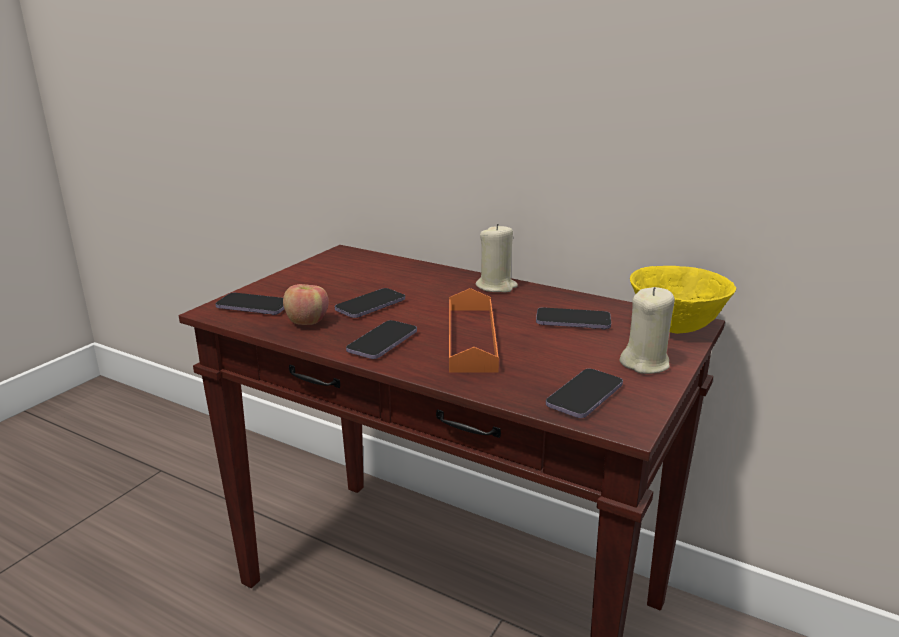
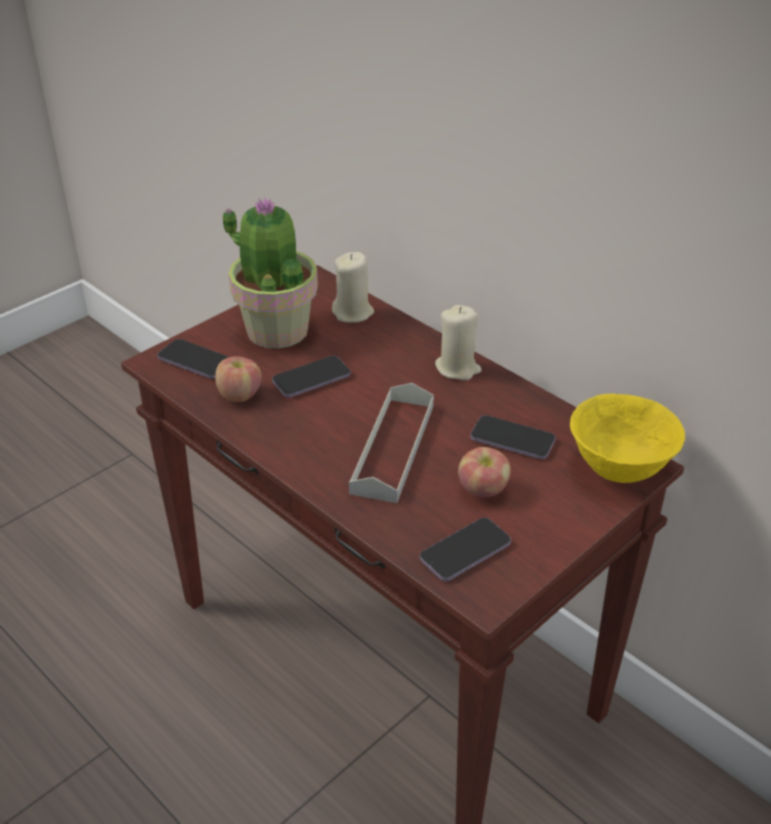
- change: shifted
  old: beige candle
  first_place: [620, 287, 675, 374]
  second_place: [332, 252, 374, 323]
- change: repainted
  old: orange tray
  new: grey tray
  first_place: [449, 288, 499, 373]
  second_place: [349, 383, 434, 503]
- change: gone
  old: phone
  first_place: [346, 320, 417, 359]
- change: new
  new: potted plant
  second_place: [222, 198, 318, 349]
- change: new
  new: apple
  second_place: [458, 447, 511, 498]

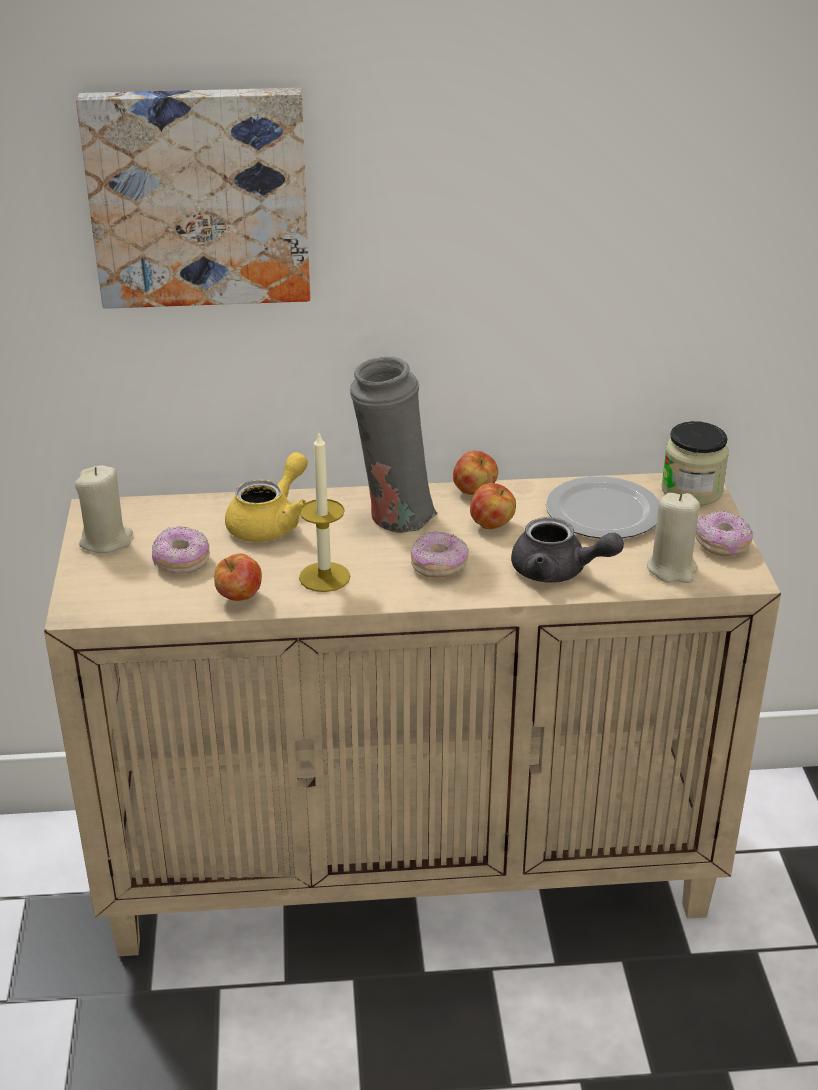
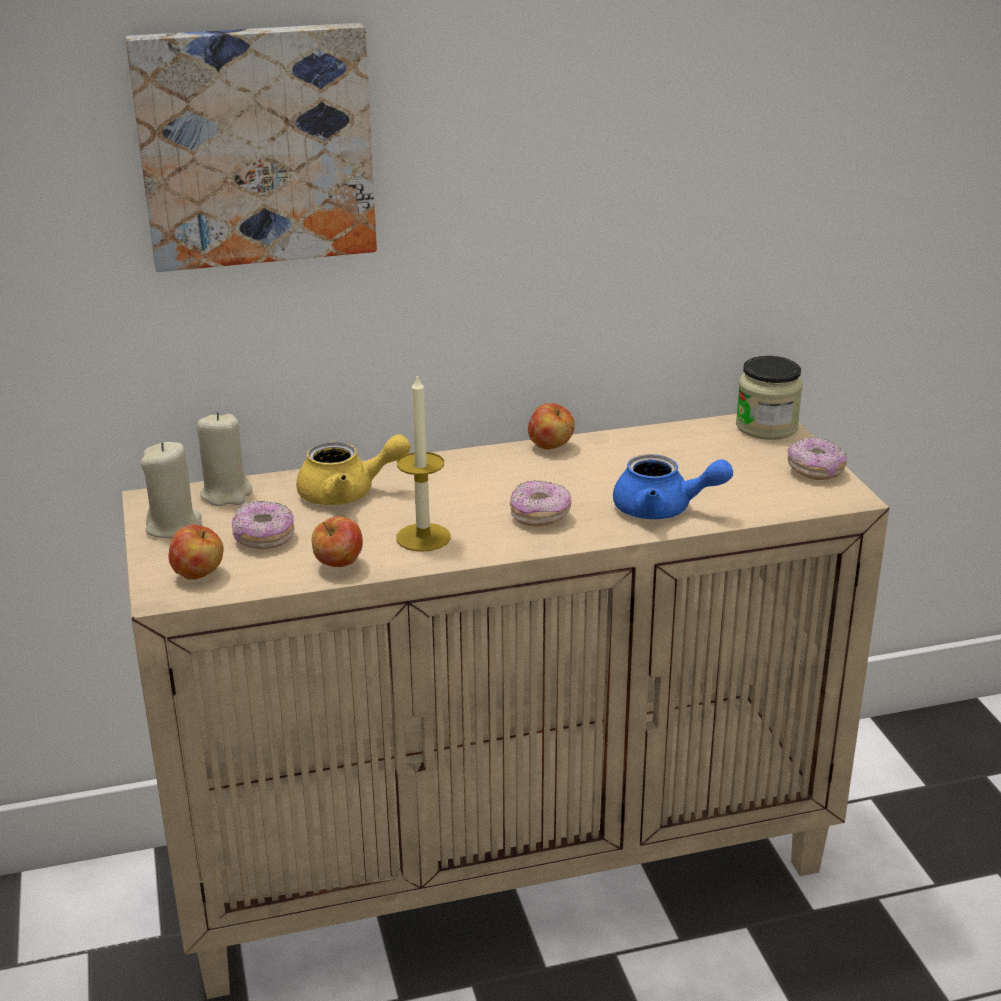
- change: gone
  old: grey vase
  first_place: [350, 357, 437, 533]
- change: rotated
  old: yellow teapot
  first_place: [225, 452, 308, 542]
  second_place: [296, 434, 411, 505]
  degrees: 60
- change: gone
  old: plate
  first_place: [546, 476, 659, 538]
- change: shifted
  old: apple
  first_place: [470, 483, 516, 529]
  second_place: [169, 525, 223, 580]
- change: shifted
  old: beige candle
  first_place: [647, 493, 700, 583]
  second_place: [197, 412, 252, 506]
- change: repainted
  old: grey teapot
  new: blue teapot
  first_place: [511, 517, 624, 583]
  second_place: [613, 454, 733, 519]

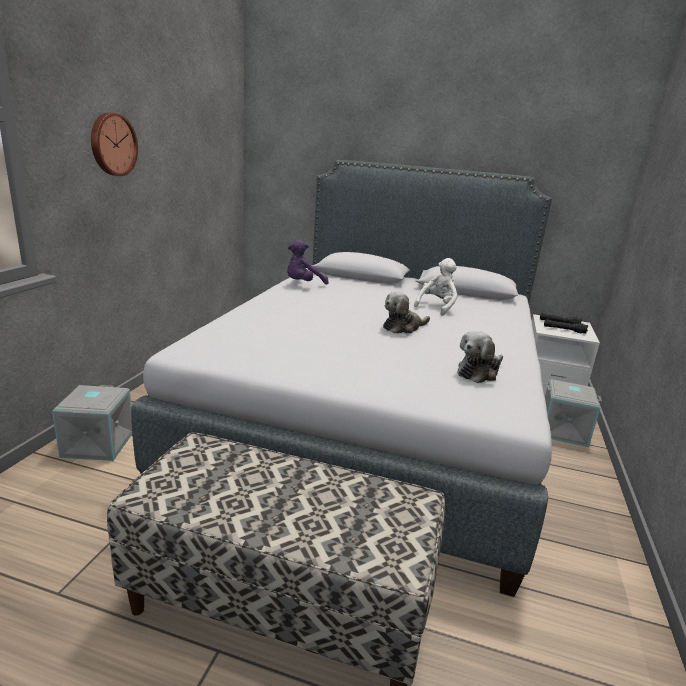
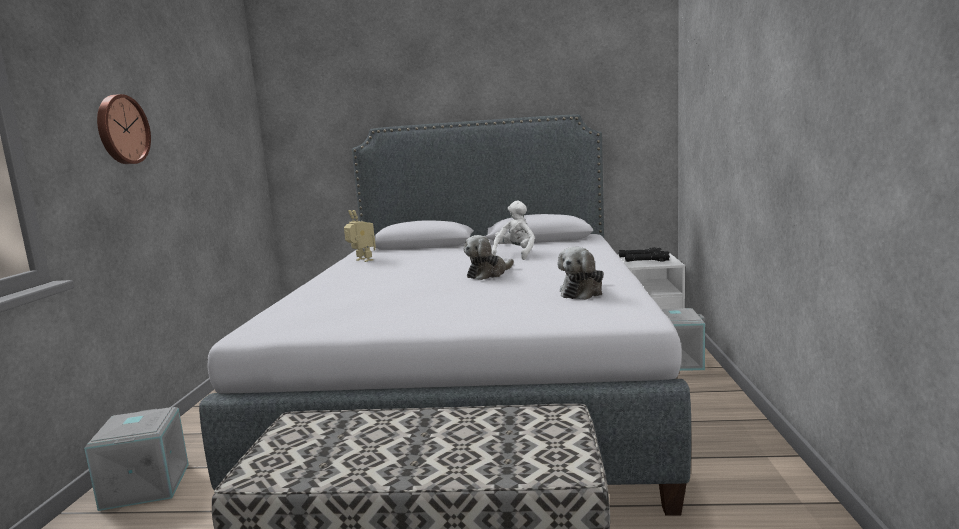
- change: swapped
  old: purple plush toy
  new: toy robot
  first_place: [287, 240, 329, 285]
  second_place: [344, 210, 376, 262]

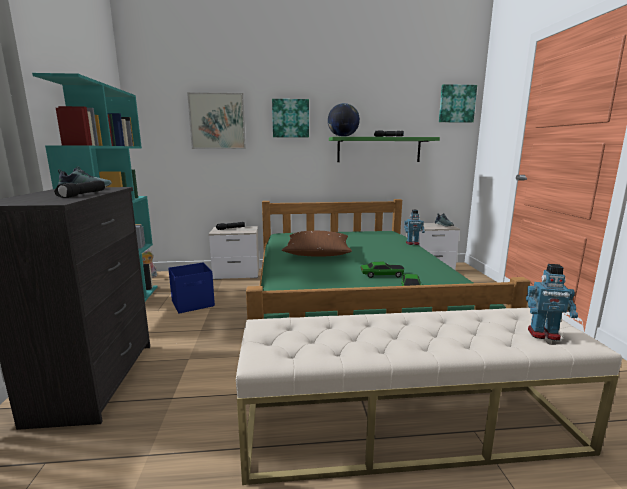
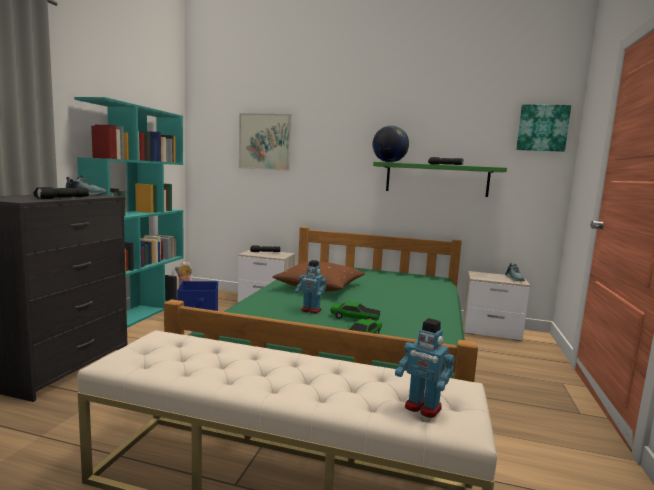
- change: gone
  old: picture
  first_place: [272, 99, 309, 137]
- change: shifted
  old: toy robot
  first_place: [404, 210, 425, 245]
  second_place: [295, 260, 327, 314]

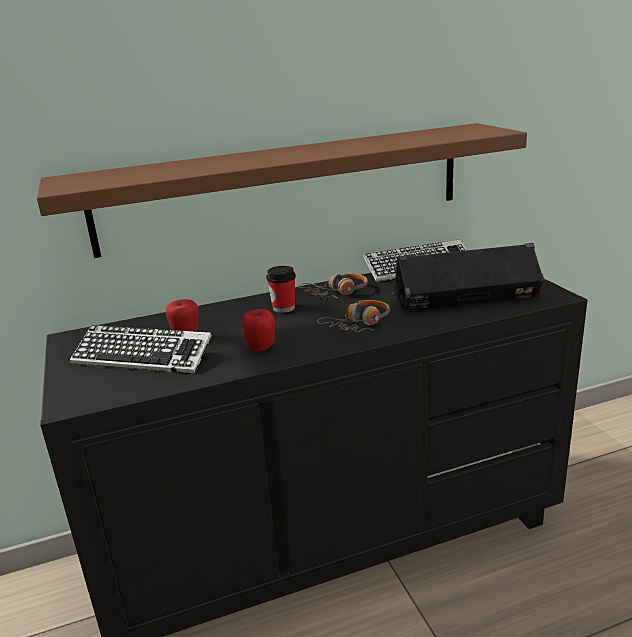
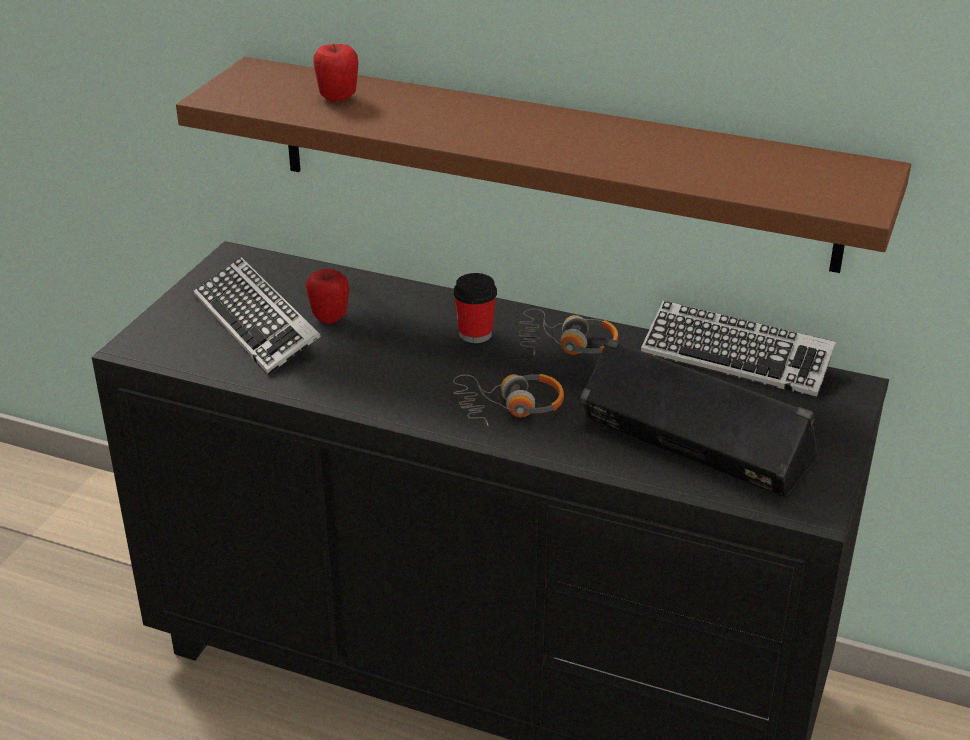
- change: shifted
  old: apple
  first_place: [242, 309, 275, 352]
  second_place: [313, 44, 359, 102]

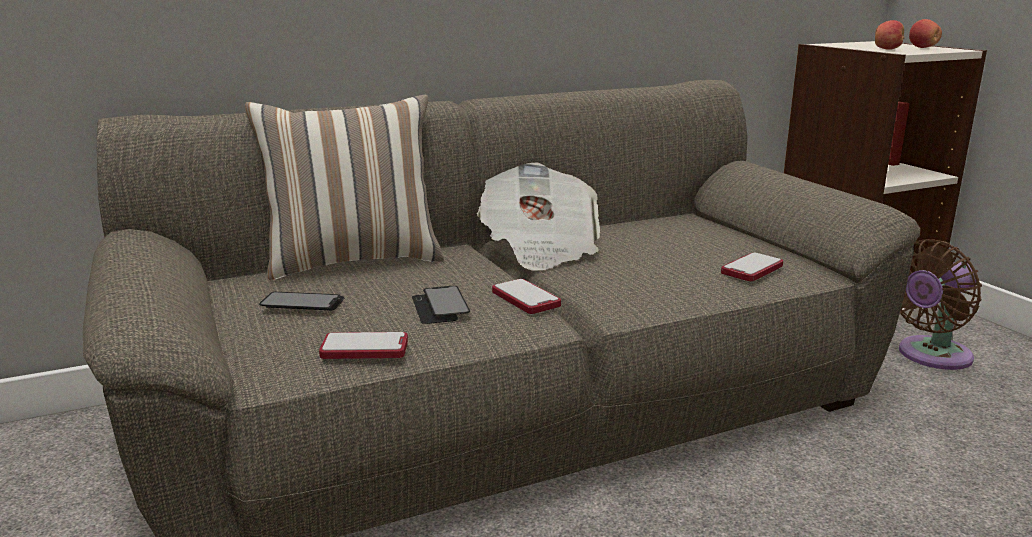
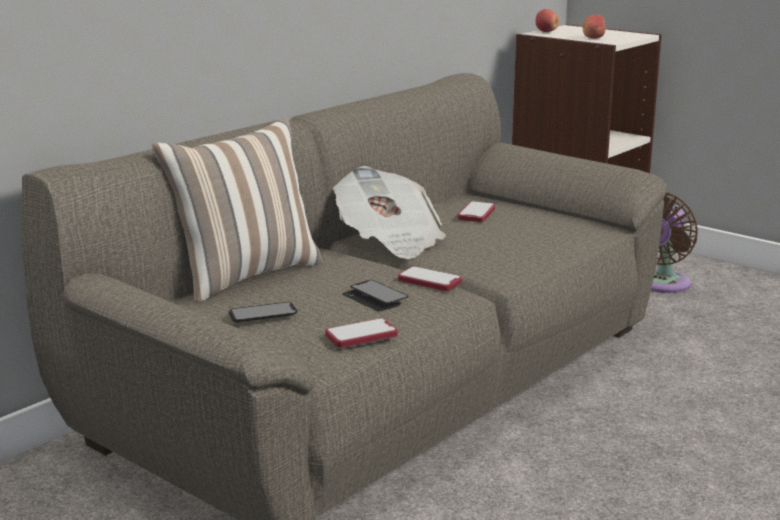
- change: shifted
  old: apple
  first_place: [909, 19, 942, 48]
  second_place: [535, 9, 559, 32]
- change: shifted
  old: phone
  first_place: [721, 253, 783, 281]
  second_place: [457, 201, 495, 222]

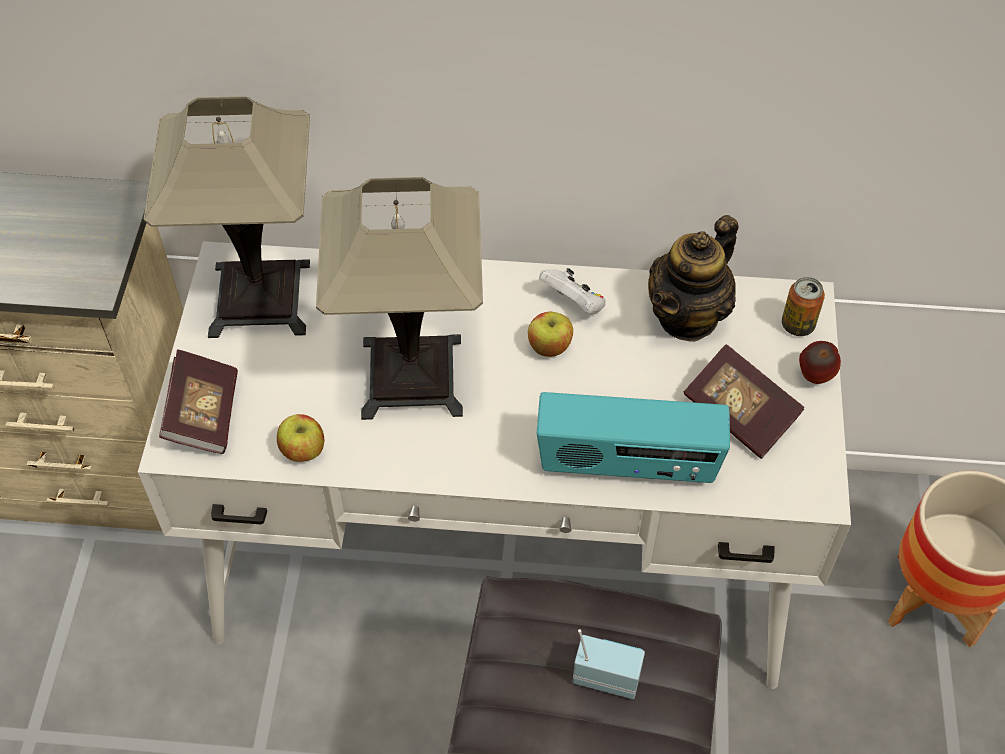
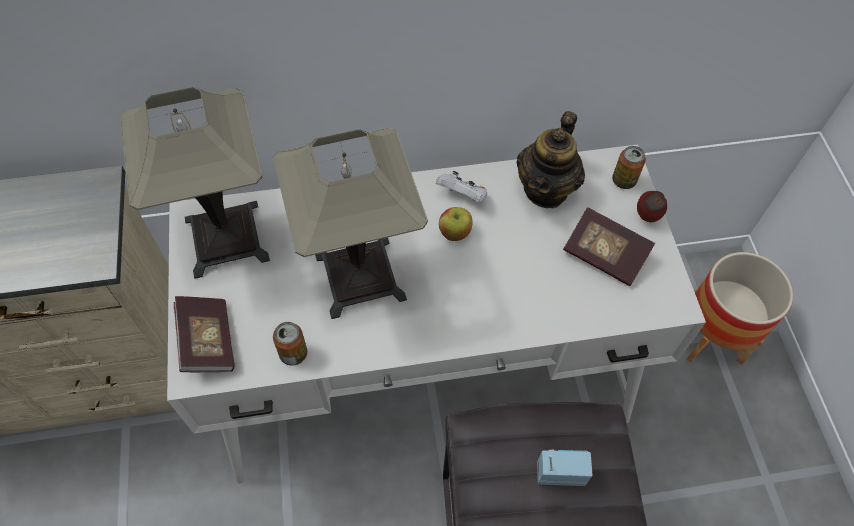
- change: gone
  old: radio
  first_place: [537, 392, 730, 483]
- change: swapped
  old: apple
  new: can
  first_place: [277, 414, 324, 462]
  second_place: [273, 322, 307, 366]

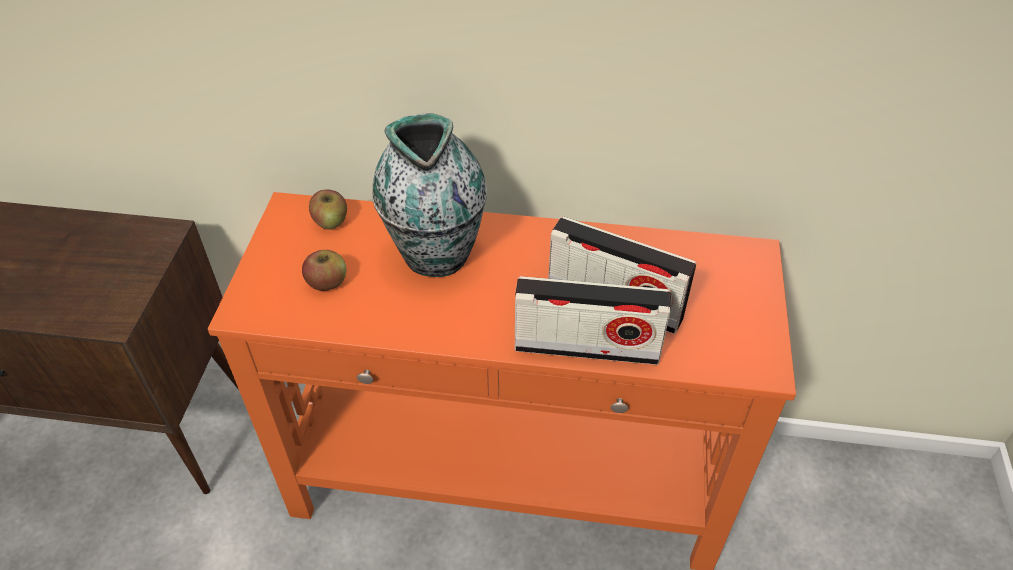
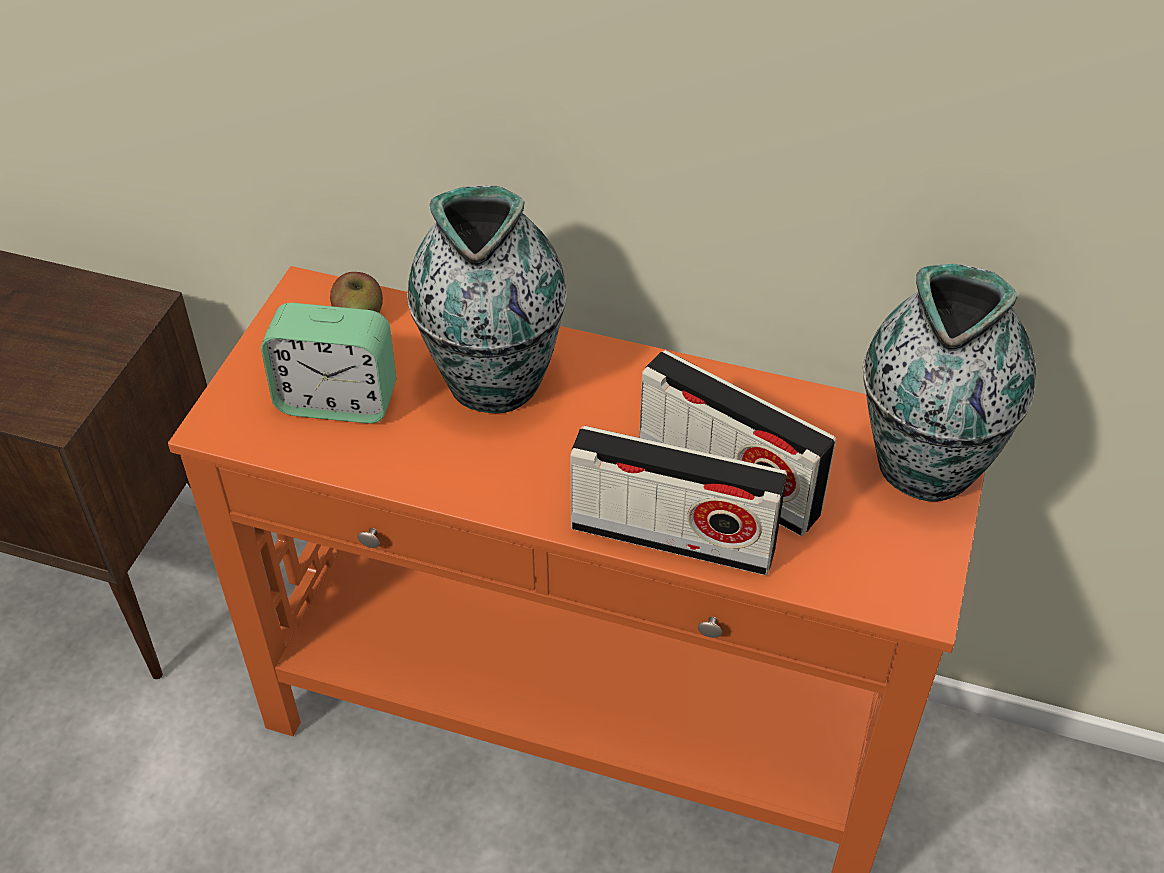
- change: swapped
  old: apple
  new: alarm clock
  first_place: [302, 250, 346, 291]
  second_place: [261, 303, 396, 424]
- change: new
  new: vase
  second_place: [863, 264, 1036, 501]

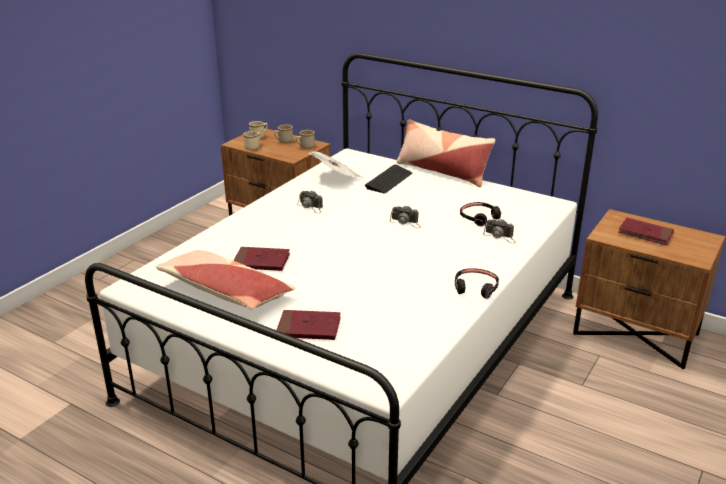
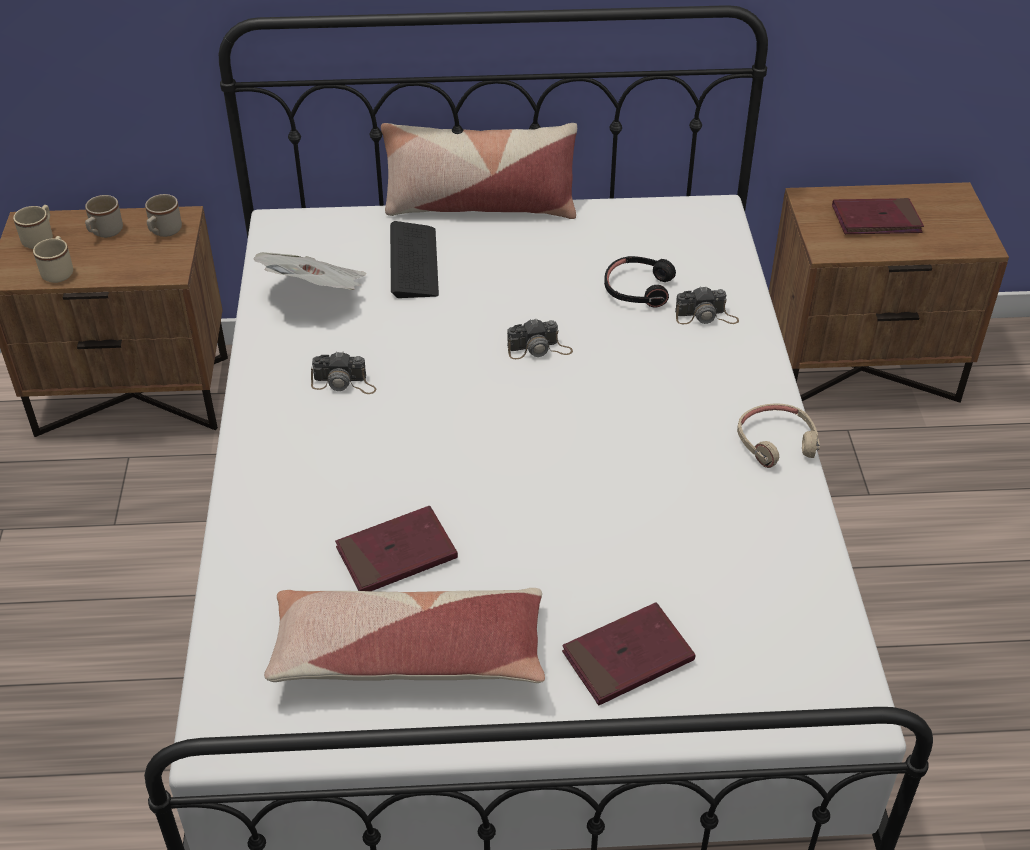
- change: repainted
  old: black headphones
  new: beige headphones
  first_place: [455, 268, 499, 299]
  second_place: [737, 404, 820, 468]

